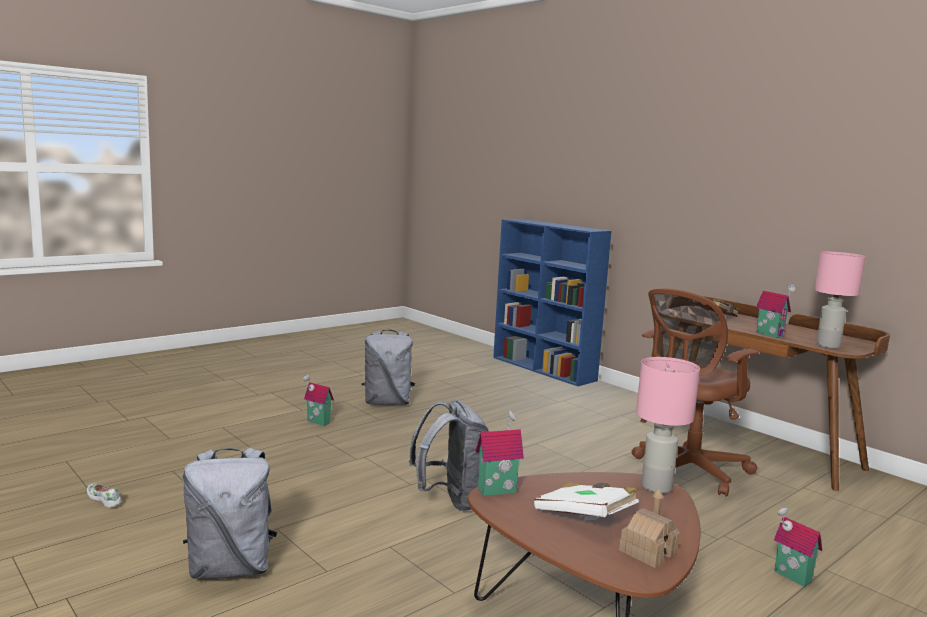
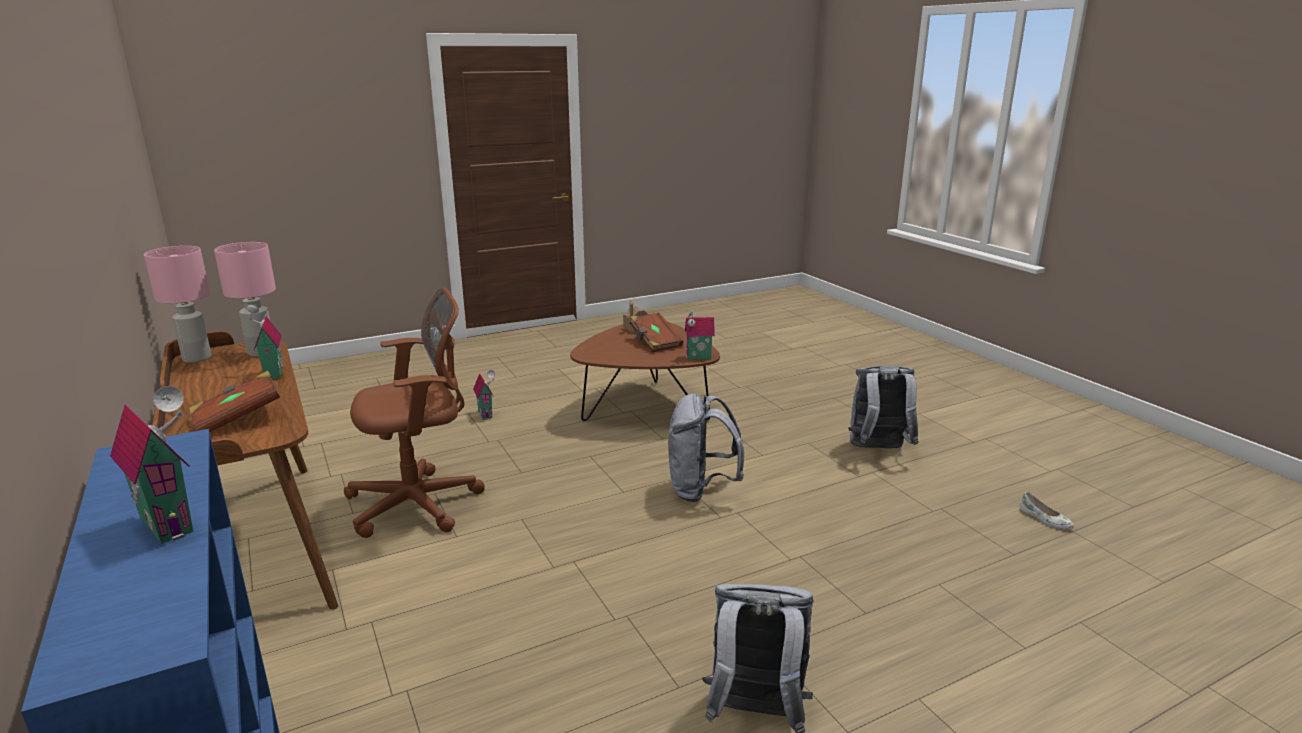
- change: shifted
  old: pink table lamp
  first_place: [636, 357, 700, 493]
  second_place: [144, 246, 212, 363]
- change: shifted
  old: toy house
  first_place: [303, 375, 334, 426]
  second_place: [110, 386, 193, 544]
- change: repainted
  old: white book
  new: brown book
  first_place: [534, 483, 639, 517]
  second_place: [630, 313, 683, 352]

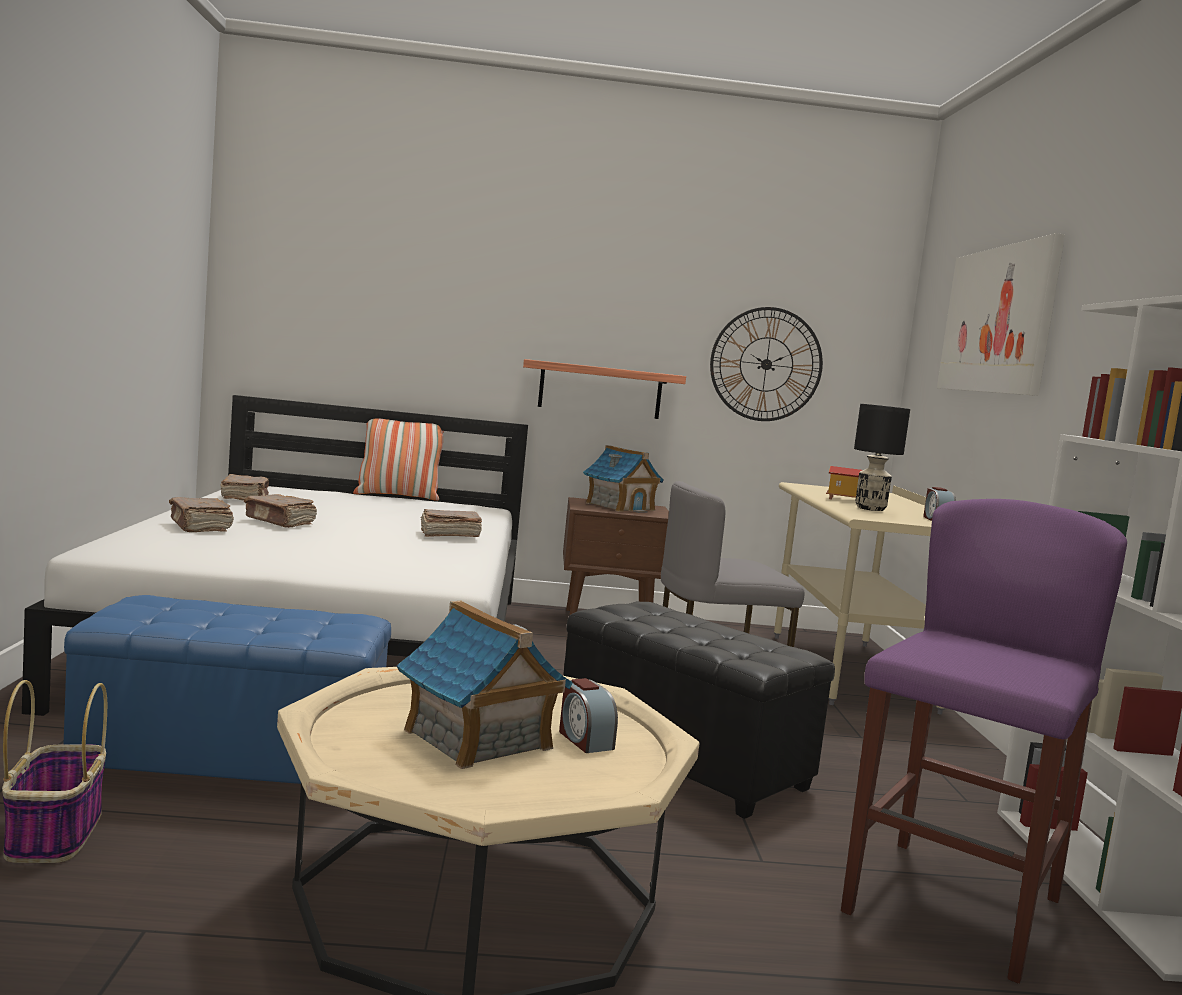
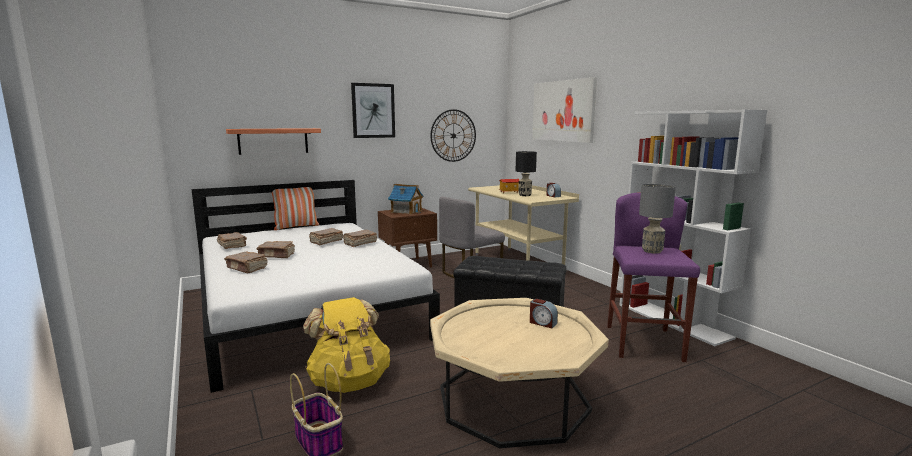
- change: shifted
  old: shelf
  first_place: [523, 359, 686, 419]
  second_place: [226, 128, 321, 155]
- change: swapped
  old: blue ottoman
  new: yellow backpack
  first_place: [64, 595, 391, 784]
  second_place: [303, 297, 390, 393]
- change: gone
  old: toy house
  first_place: [396, 601, 573, 769]
- change: new
  new: picture
  second_place: [351, 83, 395, 138]
- change: new
  new: grey table lamp
  second_place: [639, 184, 676, 253]
- change: new
  new: brown book
  second_place: [309, 228, 343, 245]

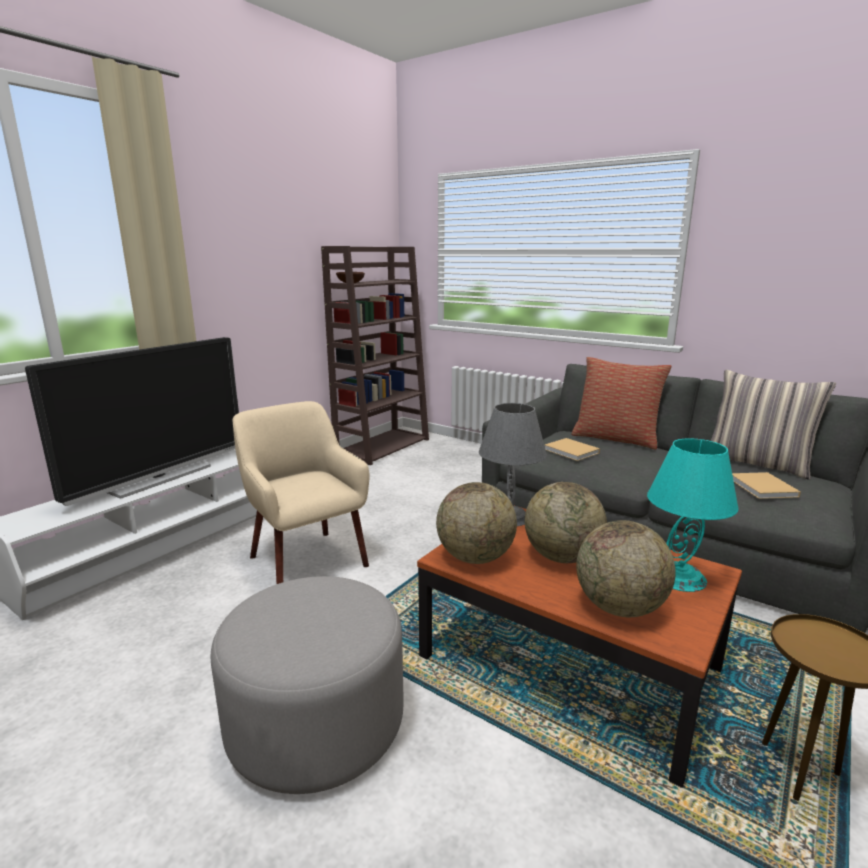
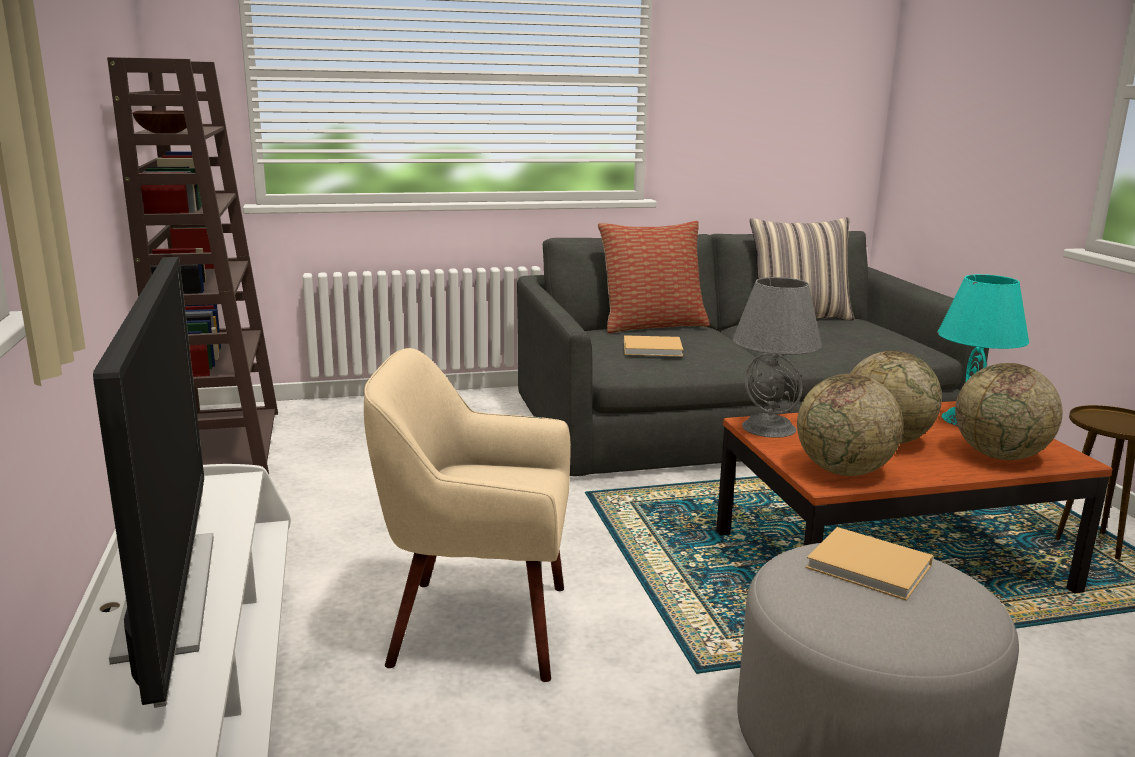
- change: shifted
  old: beige book
  first_place: [732, 472, 801, 499]
  second_place: [806, 527, 933, 601]

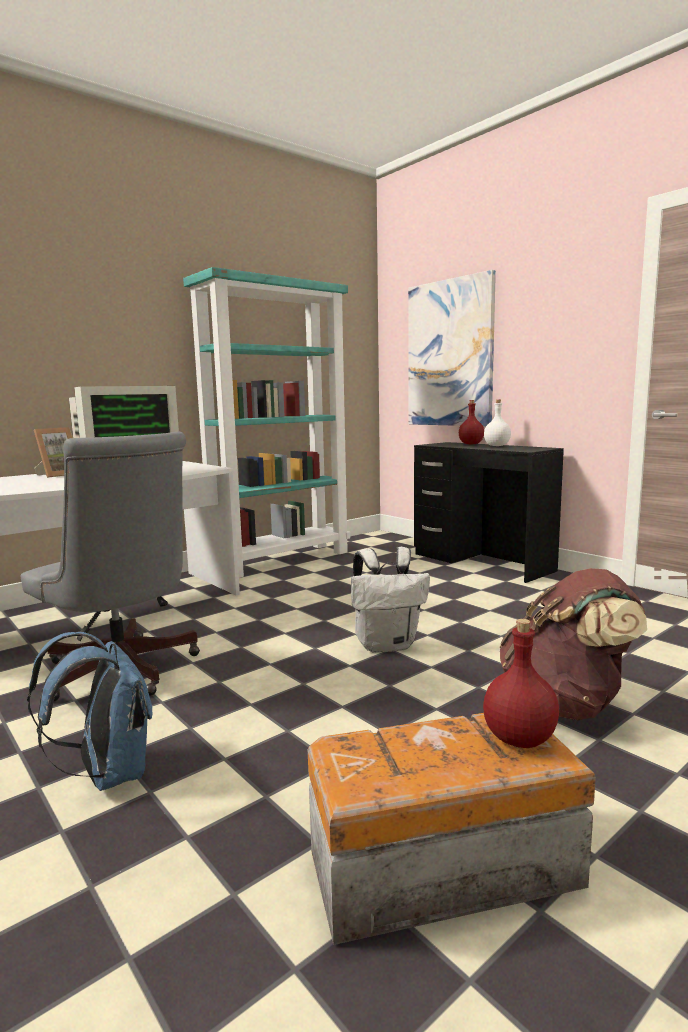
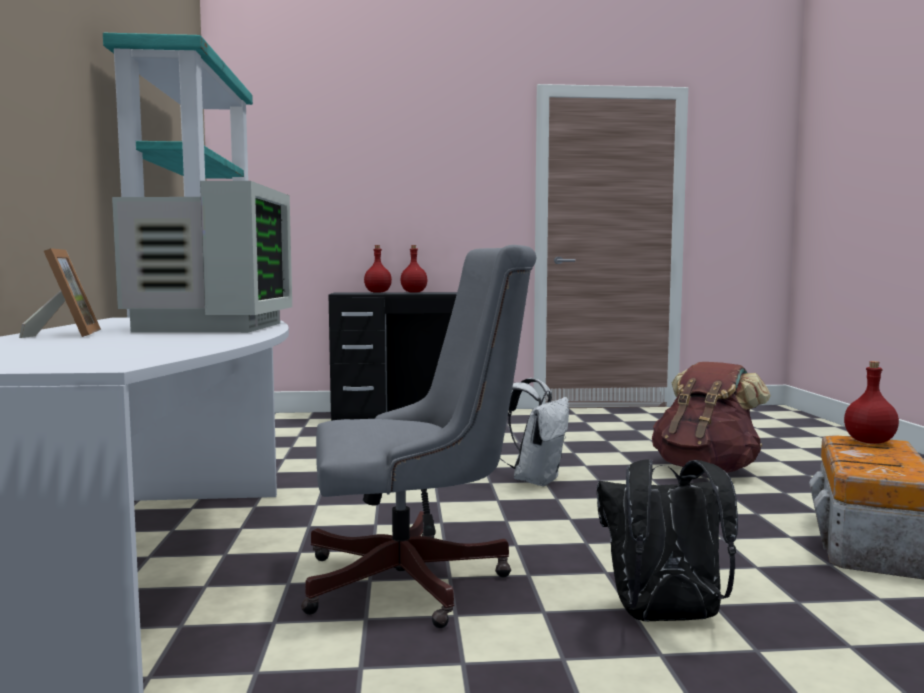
- change: gone
  old: picture
  first_place: [408, 270, 496, 426]
- change: repainted
  old: white bottle
  new: red bottle
  first_place: [484, 400, 511, 446]
  second_place: [400, 245, 427, 293]
- change: repainted
  old: blue backpack
  new: black backpack
  first_place: [27, 632, 152, 791]
  second_place: [597, 460, 738, 621]

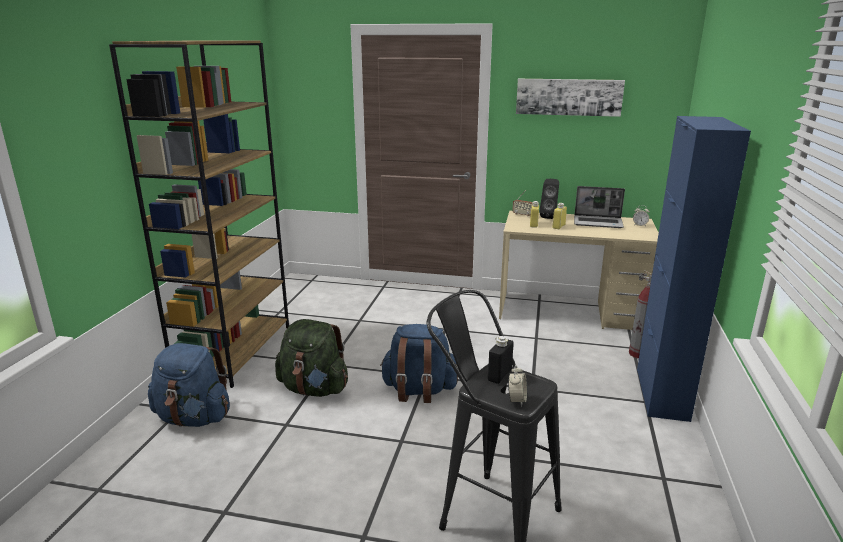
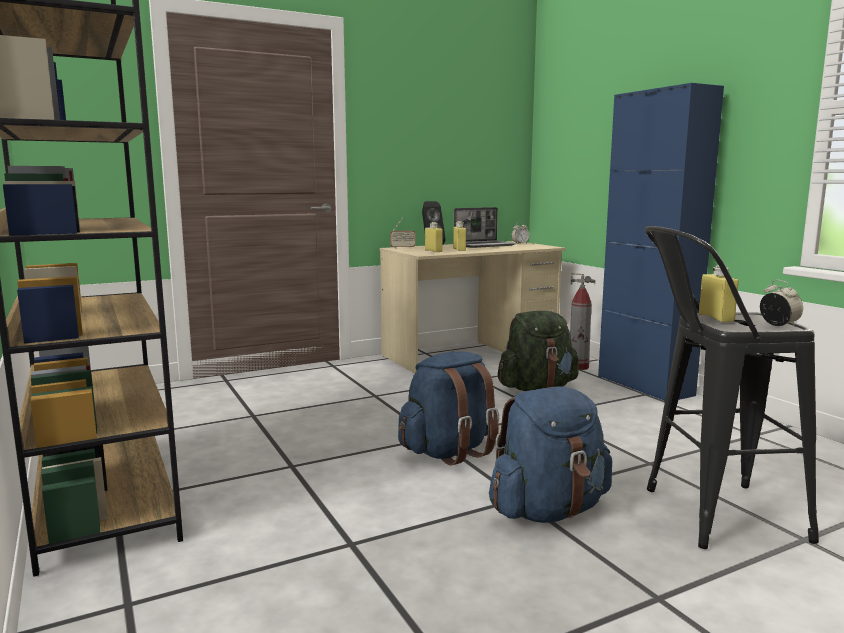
- change: gone
  old: picture
  first_place: [516, 79, 625, 117]
- change: shifted
  old: green backpack
  first_place: [275, 319, 348, 397]
  second_place: [498, 311, 579, 391]
- change: repainted
  old: black bottle
  new: yellow bottle
  first_place: [488, 336, 514, 384]
  second_place: [699, 265, 739, 322]
- change: shifted
  old: blue backpack
  first_place: [148, 343, 230, 427]
  second_place: [489, 386, 612, 523]

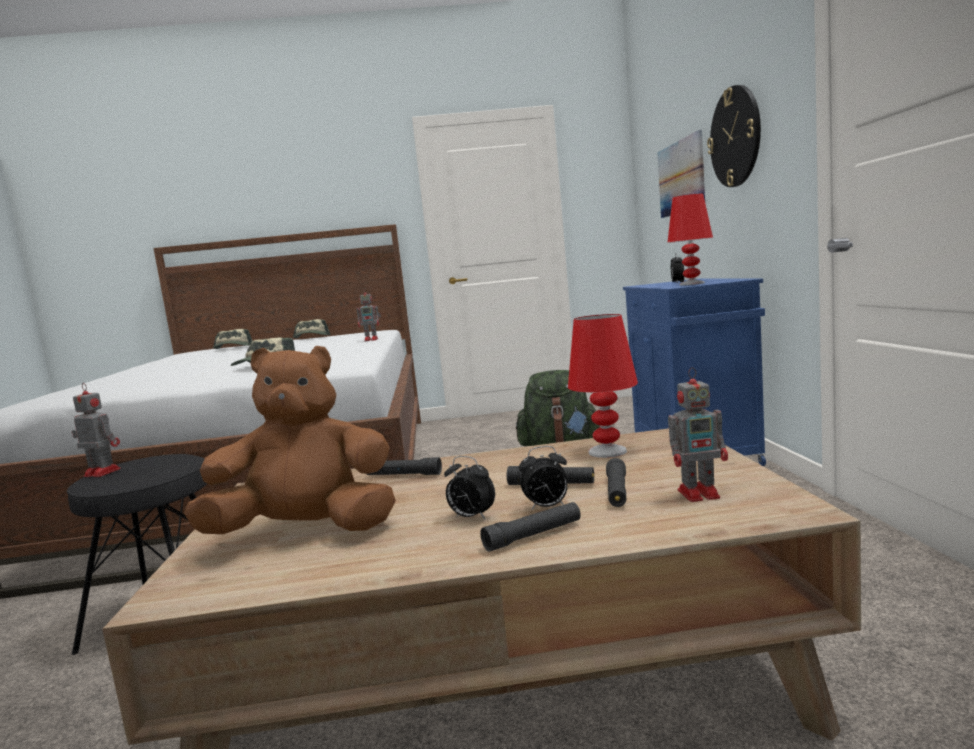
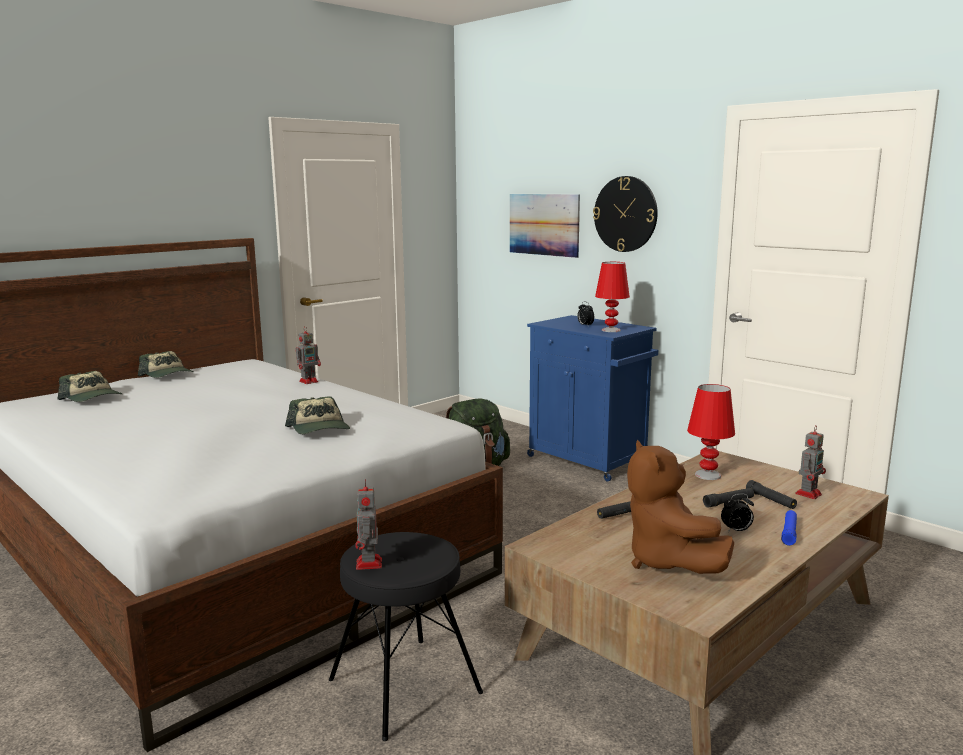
- change: rotated
  old: brown plush toy
  first_place: [184, 346, 396, 534]
  second_place: [627, 440, 734, 574]
  degrees: -60
- change: rotated
  old: toy robot
  first_place: [72, 383, 121, 477]
  second_place: [355, 479, 382, 570]
  degrees: -75
- change: gone
  old: alarm clock
  first_place: [519, 446, 568, 510]
- change: repainted
  old: black flashlight
  new: blue flashlight
  first_place: [480, 502, 581, 552]
  second_place: [781, 510, 797, 546]

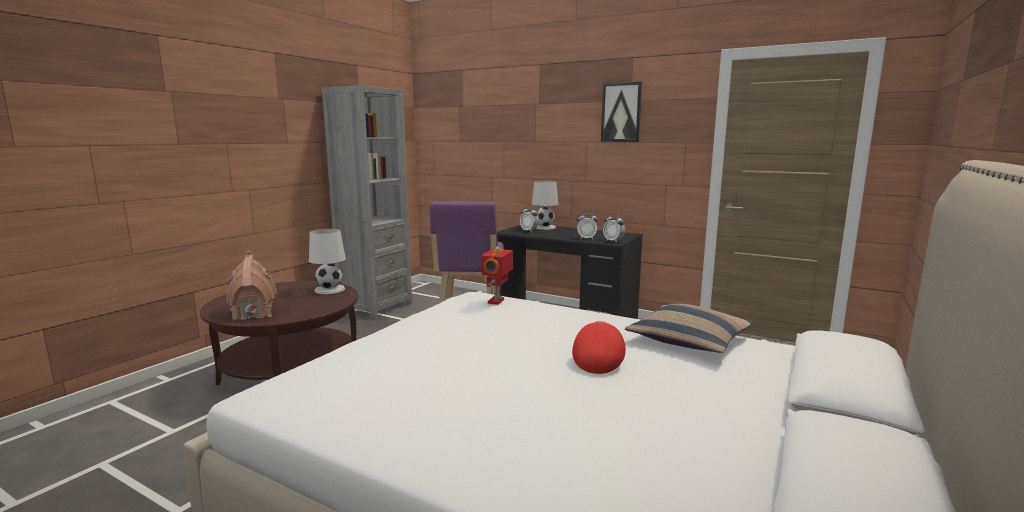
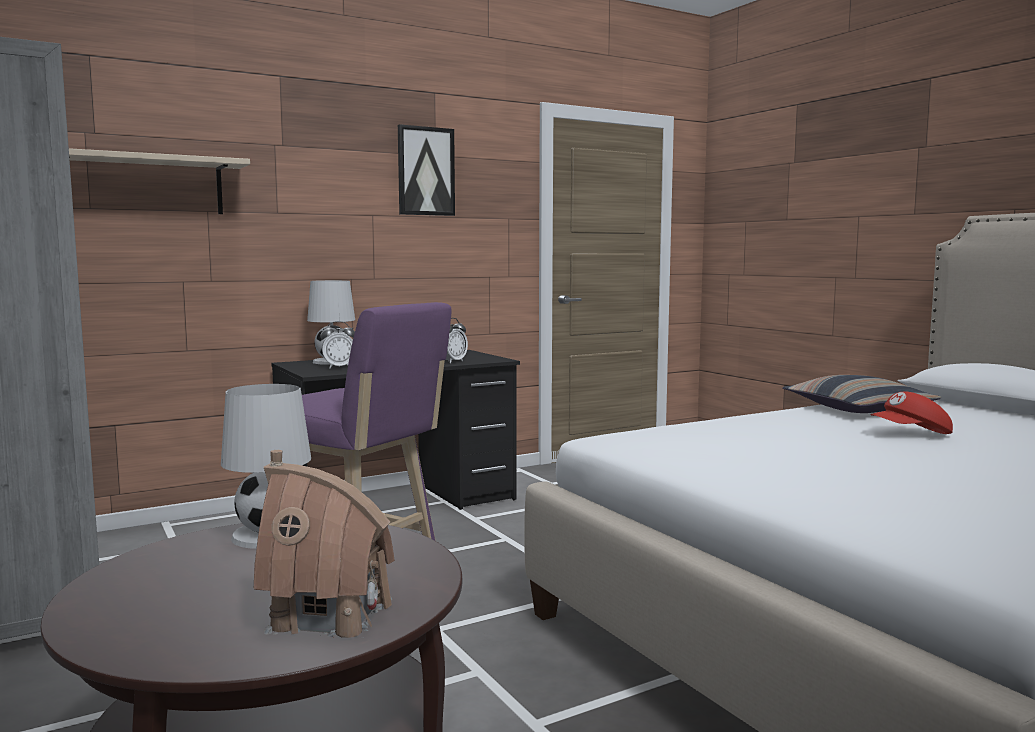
- change: gone
  old: alarm clock
  first_place: [603, 213, 625, 243]
- change: gone
  old: toy robot
  first_place: [481, 247, 513, 305]
- change: rotated
  old: red cap
  first_place: [572, 321, 626, 374]
  second_place: [870, 392, 953, 434]
  degrees: -60
- change: new
  new: beige shelf
  second_place: [69, 148, 250, 214]

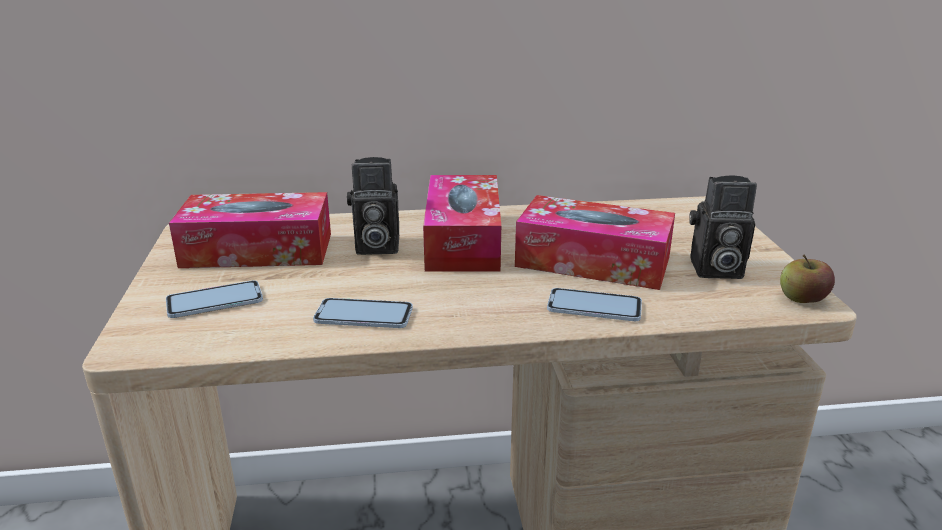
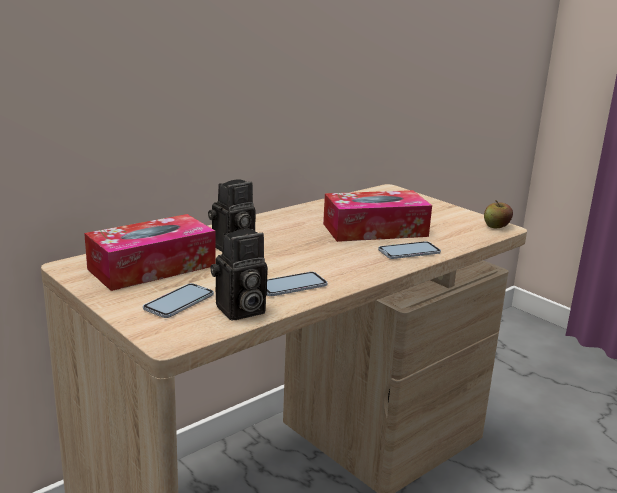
- change: gone
  old: tissue box
  first_place: [423, 175, 501, 271]
- change: shifted
  old: photo camera
  first_place: [689, 175, 757, 279]
  second_place: [210, 229, 268, 321]

